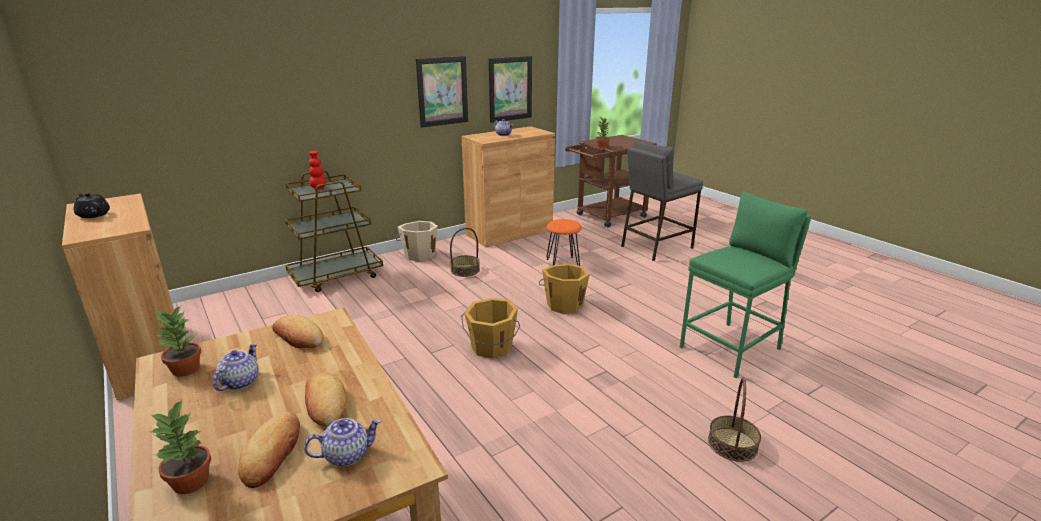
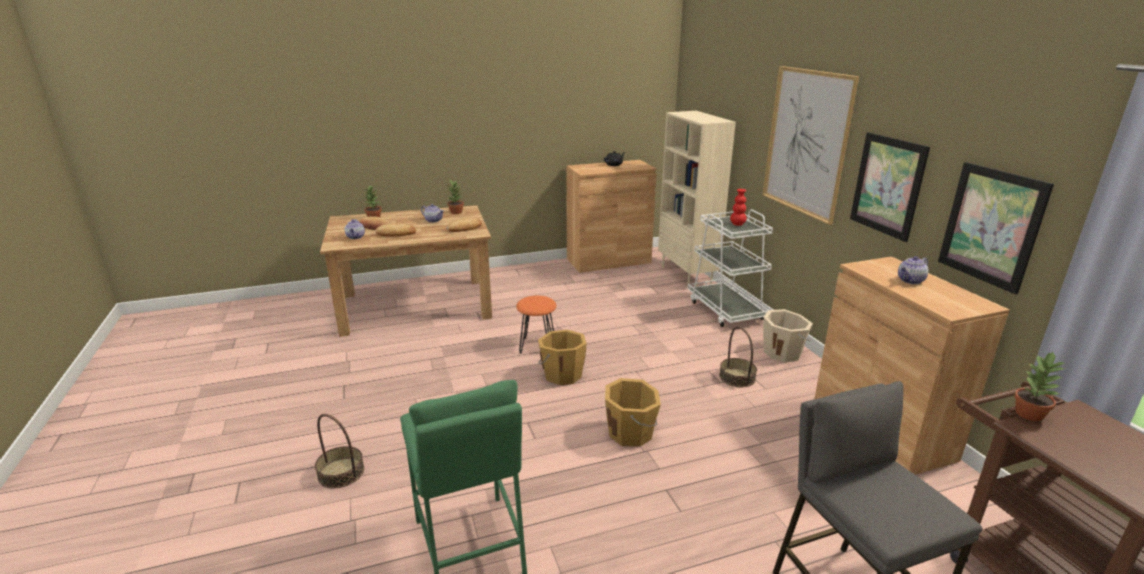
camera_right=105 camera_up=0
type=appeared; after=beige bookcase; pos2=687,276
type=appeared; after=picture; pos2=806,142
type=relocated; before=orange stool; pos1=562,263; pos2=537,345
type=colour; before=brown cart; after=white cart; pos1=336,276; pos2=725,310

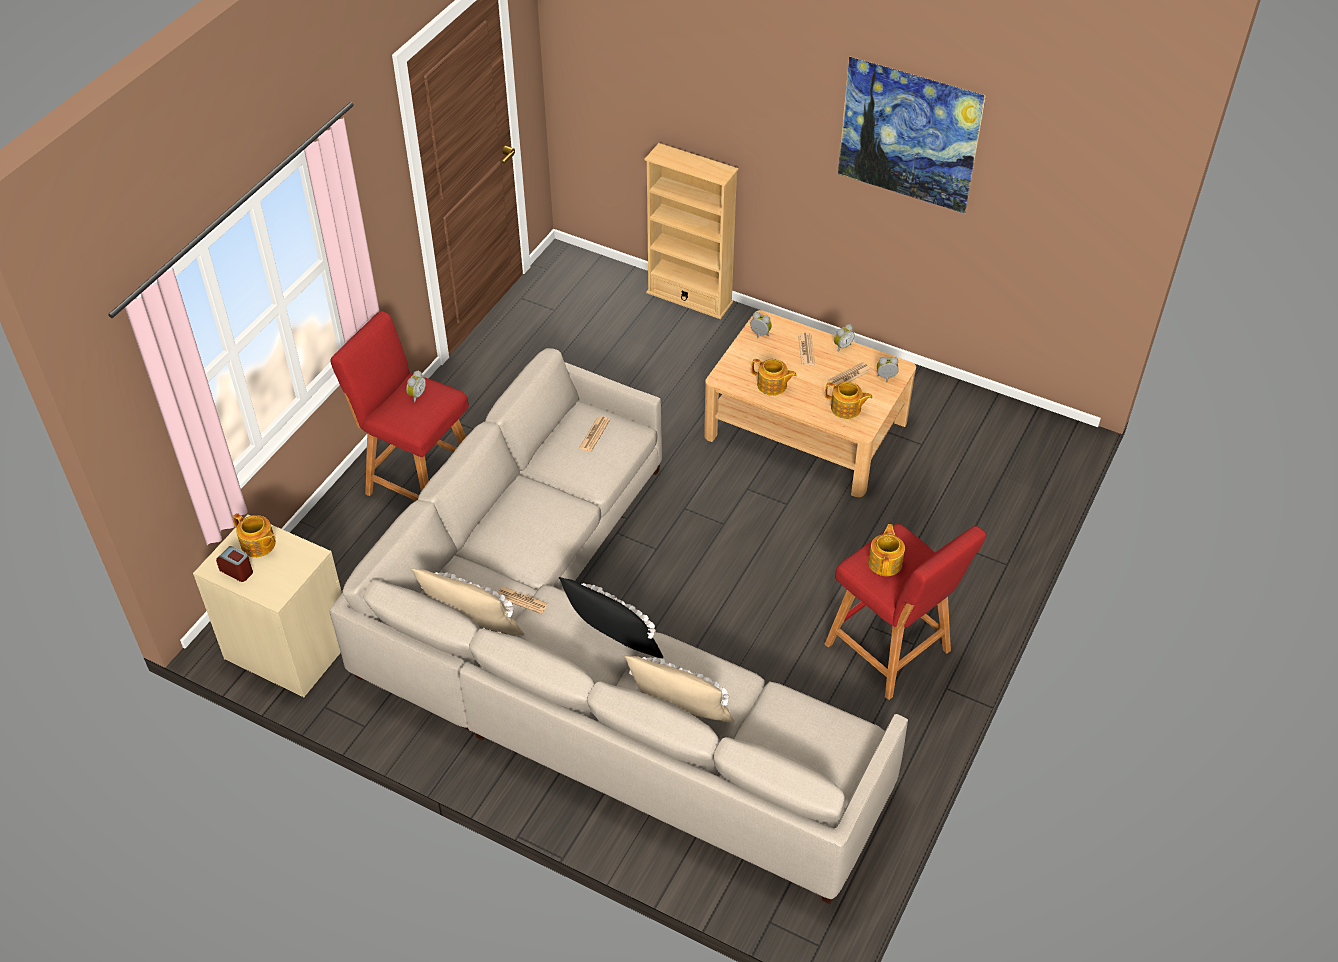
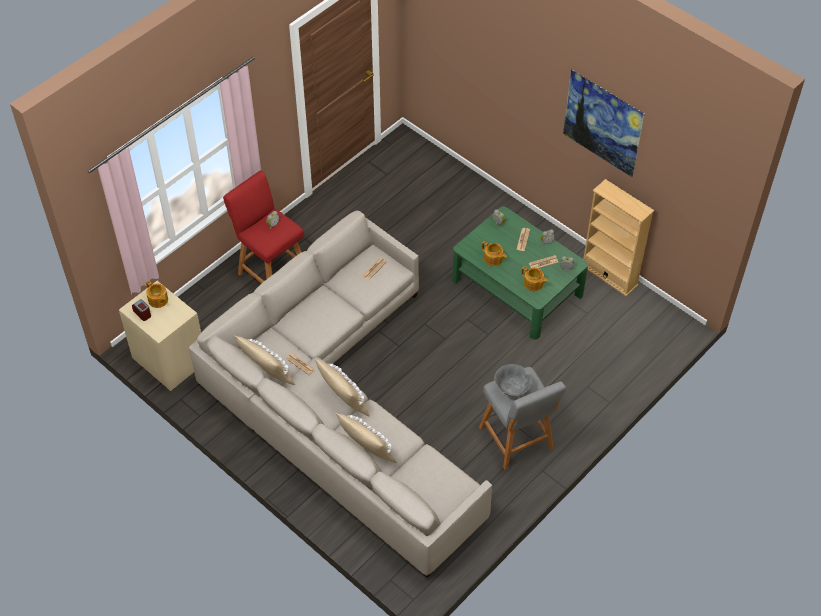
camera_right=15 camera_up=5
type=relocated; before=beige bookcase; pos1=689,297; pos2=609,275
type=exchanged; before=teapot; after=grey bowl; pos1=885,562; pos2=512,389
type=colour; before=black pillow; after=beige pillow; pos1=612,645; pos2=343,402
type=colour; before=beige coffee table; after=green coffee table; pos1=805,429; pos2=517,287
type=colour; before=red stool; after=grey stool; pos1=892,651; pos2=517,441

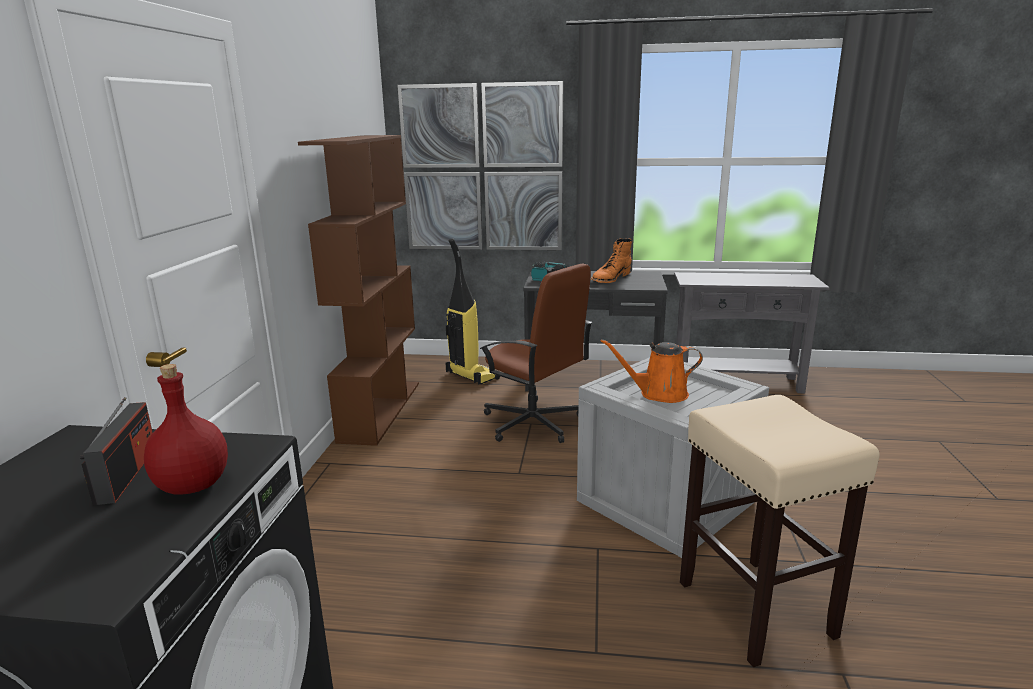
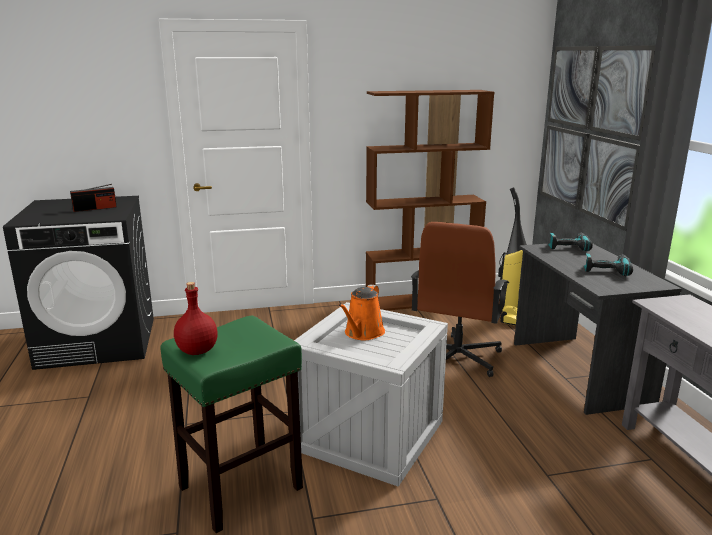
camera_right=70 camera_up=0
type=relocated; before=red bottle; pos1=192,486; pos2=196,351
type=exchanged; before=orange boot; after=power drill; pos1=610,278; pos2=607,269
type=colour; before=beige stool; after=green stool; pos1=753,607; pos2=242,487
type=spun; before=orange watering can; pos1=659,394; pos2=363,333; turn=-135

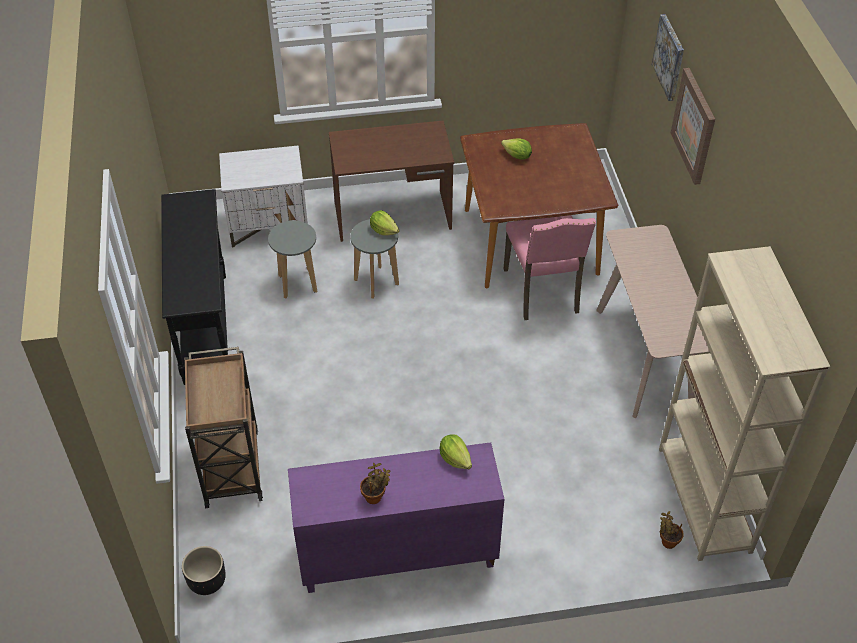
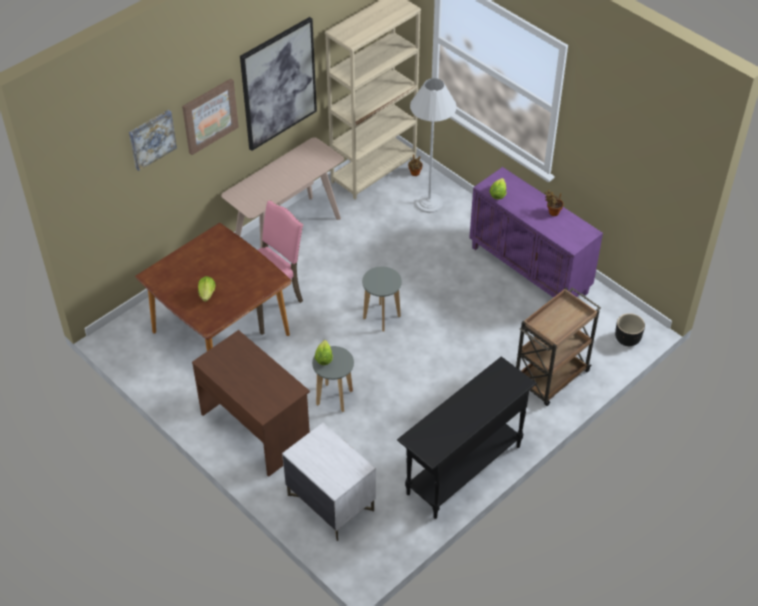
camera_right=-125 camera_up=0
type=appeared; after=picture; pos2=278,84
type=appeared; after=white floor lamp; pos2=429,203
type=relocated; before=grey stool; pos1=297,284; pos2=381,317

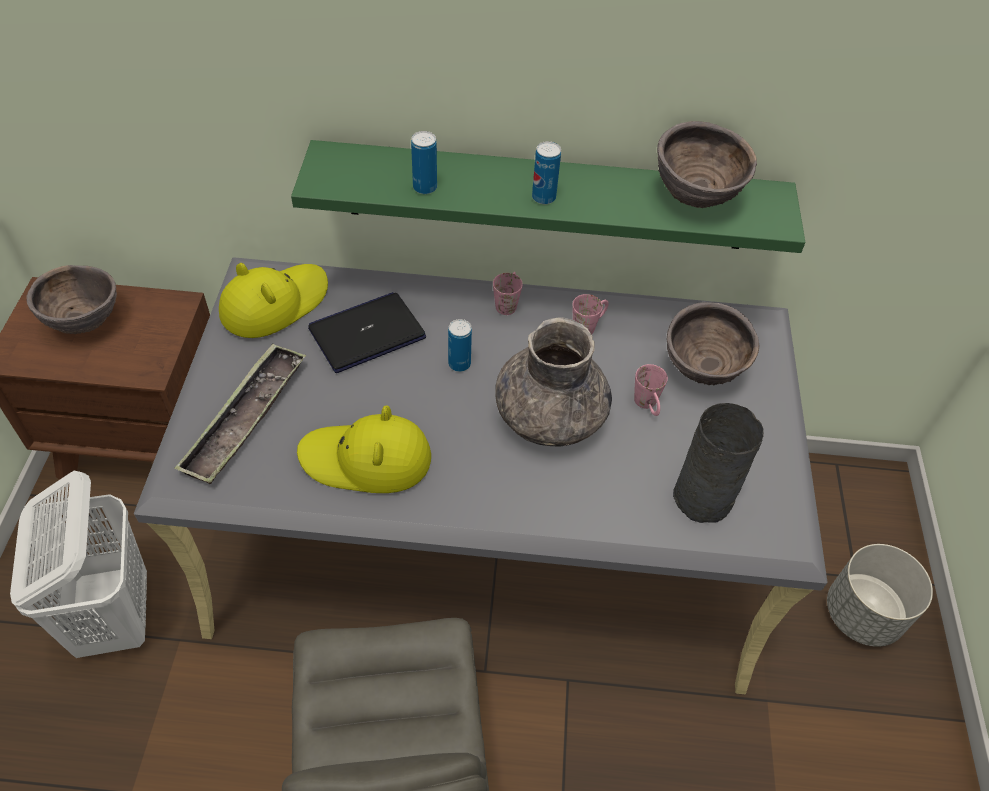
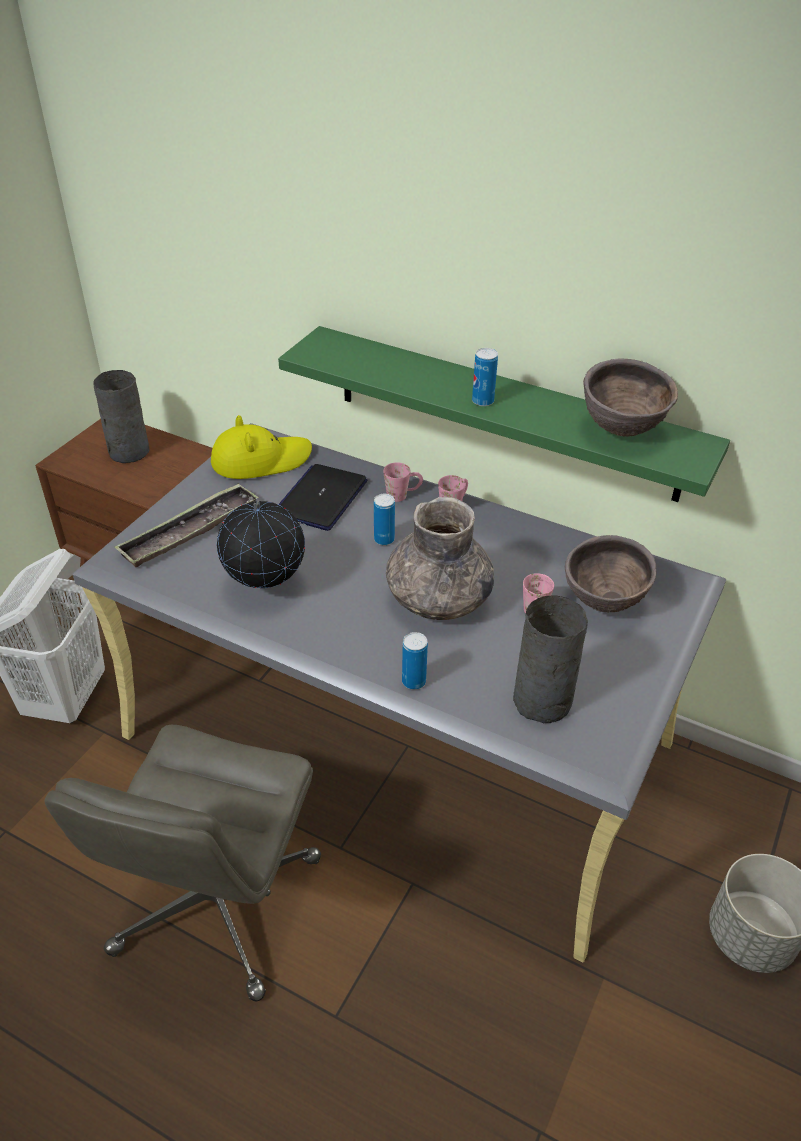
camera_right=25 camera_up=-10
type=relocated; before=can; pos1=425,187; pos2=413,681
type=relocated; before=pink mug; pos1=589,325; pos2=403,495
type=exchanged; before=brown bowl; after=grey vase; pos1=85,323; pos2=128,452
type=exchanged; before=yellow hat; after=globe; pos1=366,459; pos2=265,586
type=spun; before=laptop; pos1=367,333; pos2=321,498; turn=-60

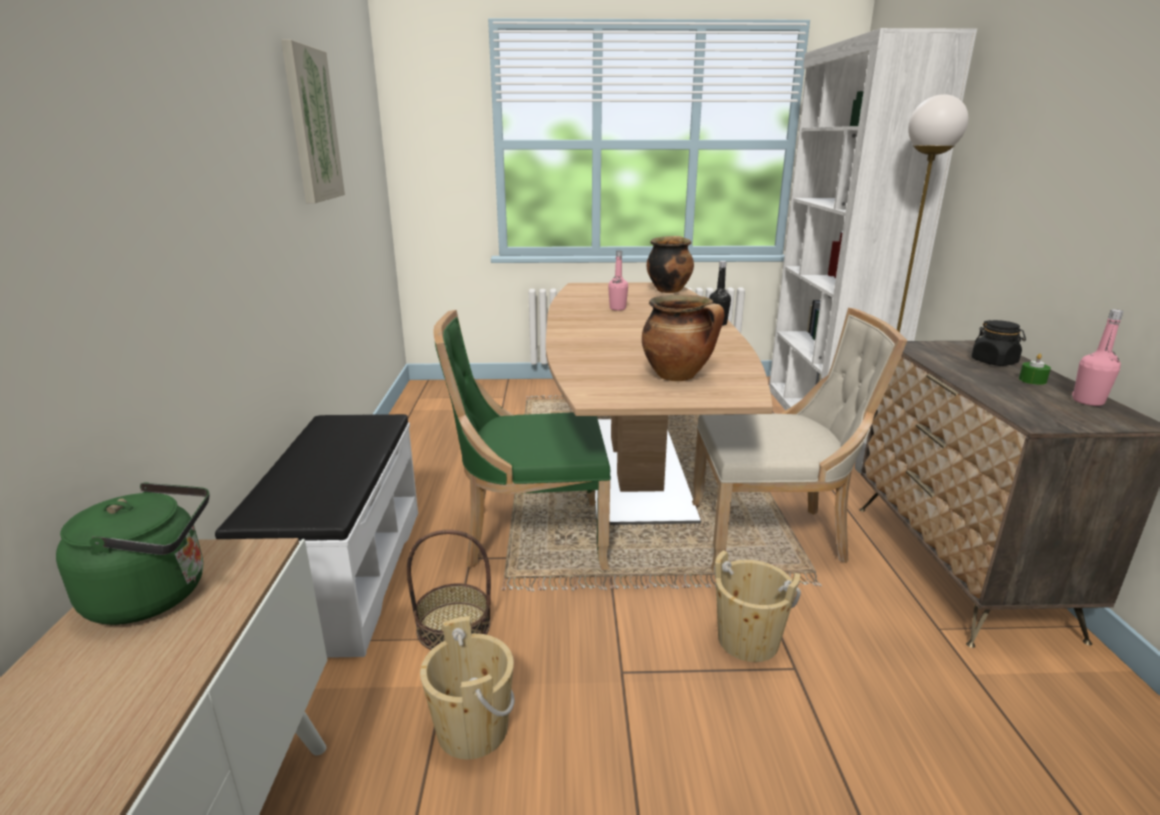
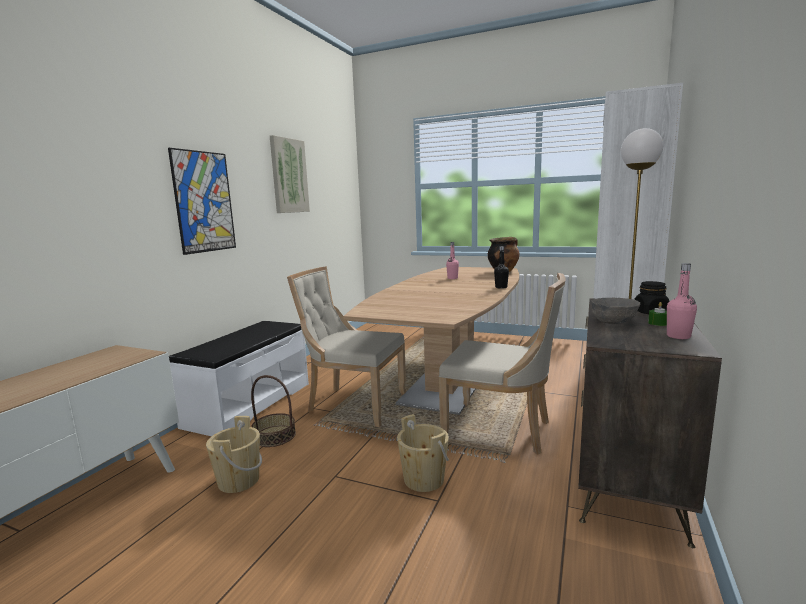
camera_right=25 camera_up=-10
type=missing; before=green kettle; pos1=156,594
type=missing; before=cooking pot; pos1=678,376
type=appeared; after=picture; pos2=204,202
type=appeared; after=grey bowl; pos2=613,322
type=colour; before=green chair; after=beige chair; pos1=530,537; pos2=353,404

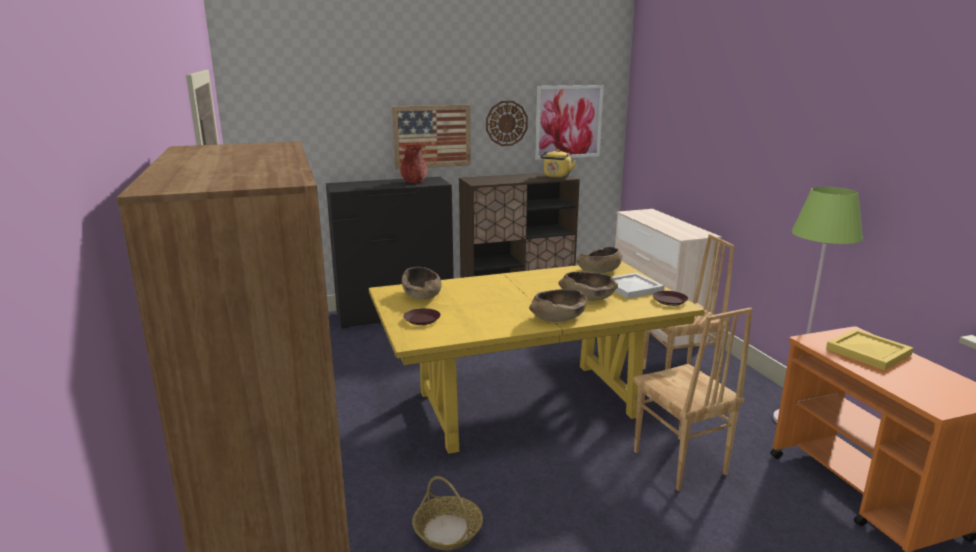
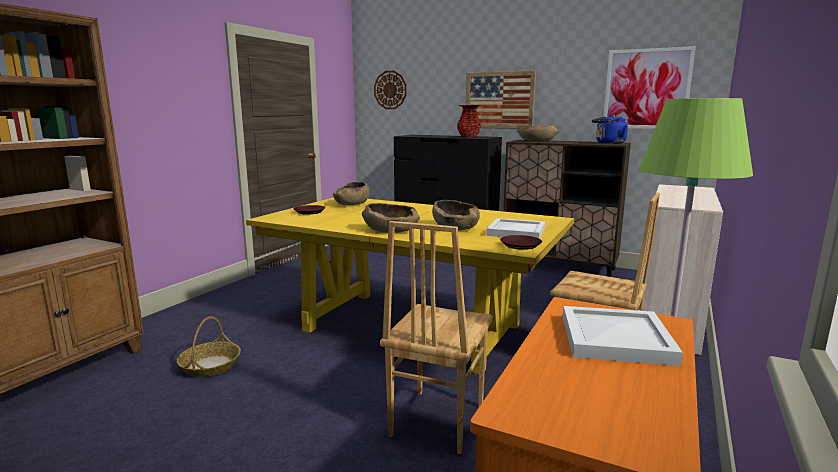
camera_right=45 camera_up=-5
type=relocated; before=wall clock; pos1=506,123; pos2=390,90
type=relocated; before=brown bowl; pos1=598,270; pos2=536,141
type=colour; before=yellow kettle; after=blue kettle; pos1=556,176; pos2=609,143
type=colour; before=yellow tray; after=white tray; pos1=869,352; pos2=617,340

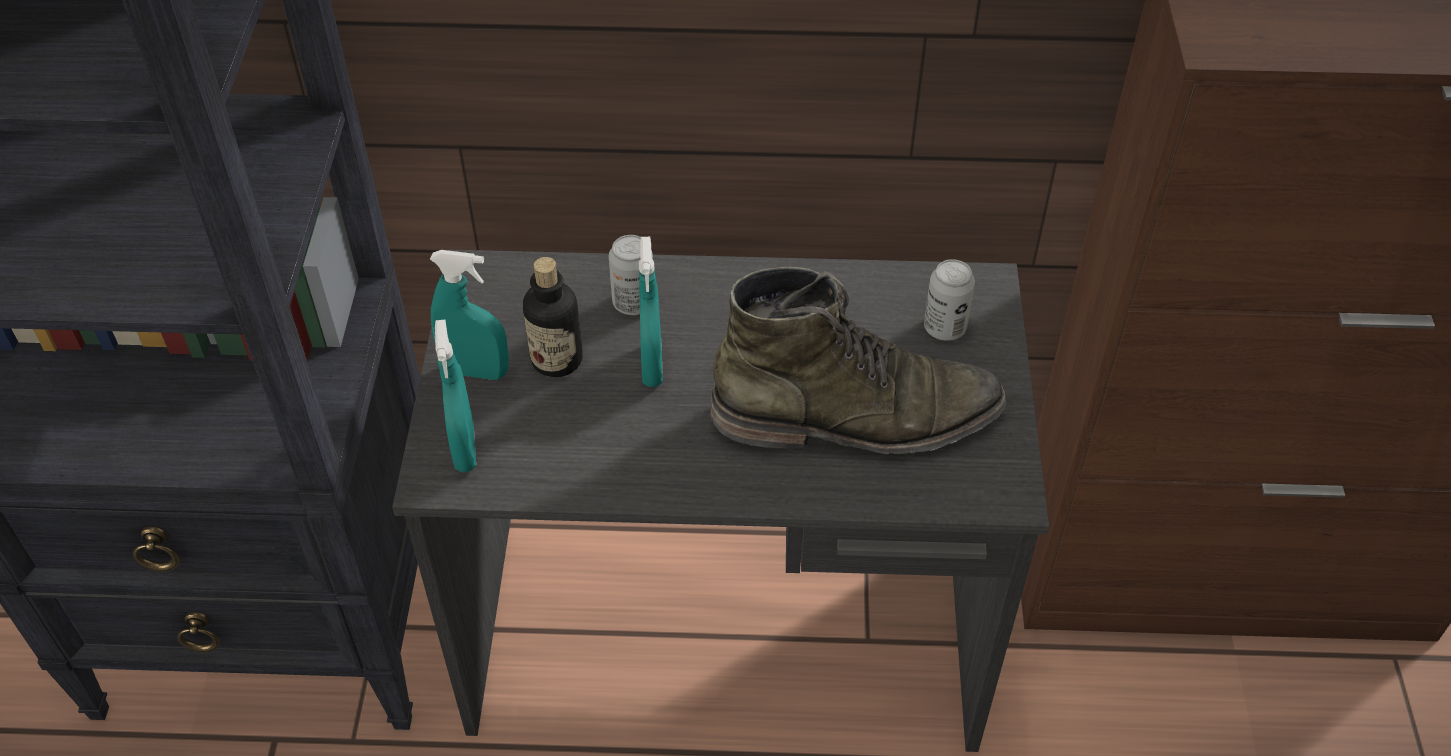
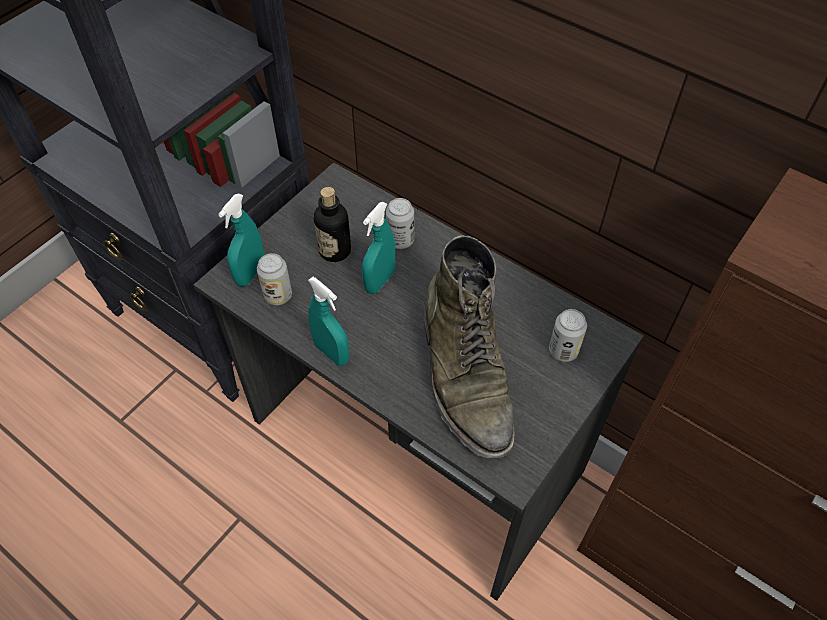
camera_right=35 camera_up=5
type=appeared; after=can; pos2=278,295
type=relocated; before=turquoise spray bottle; pos1=476,371; pos2=331,352
type=spun; before=green boot; pos1=857,417; pos2=465,374; turn=45

